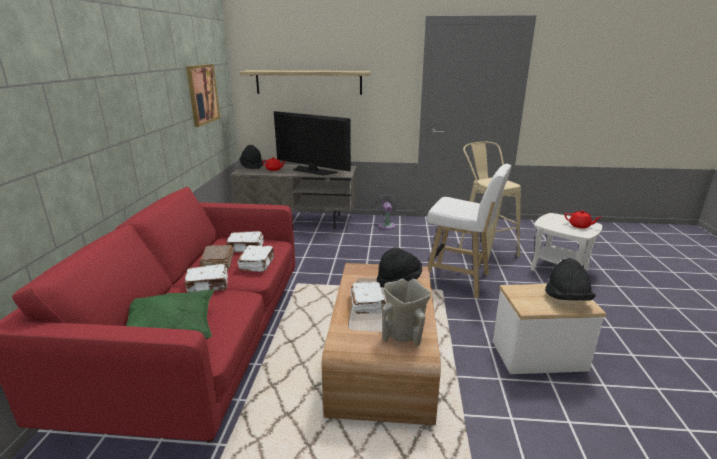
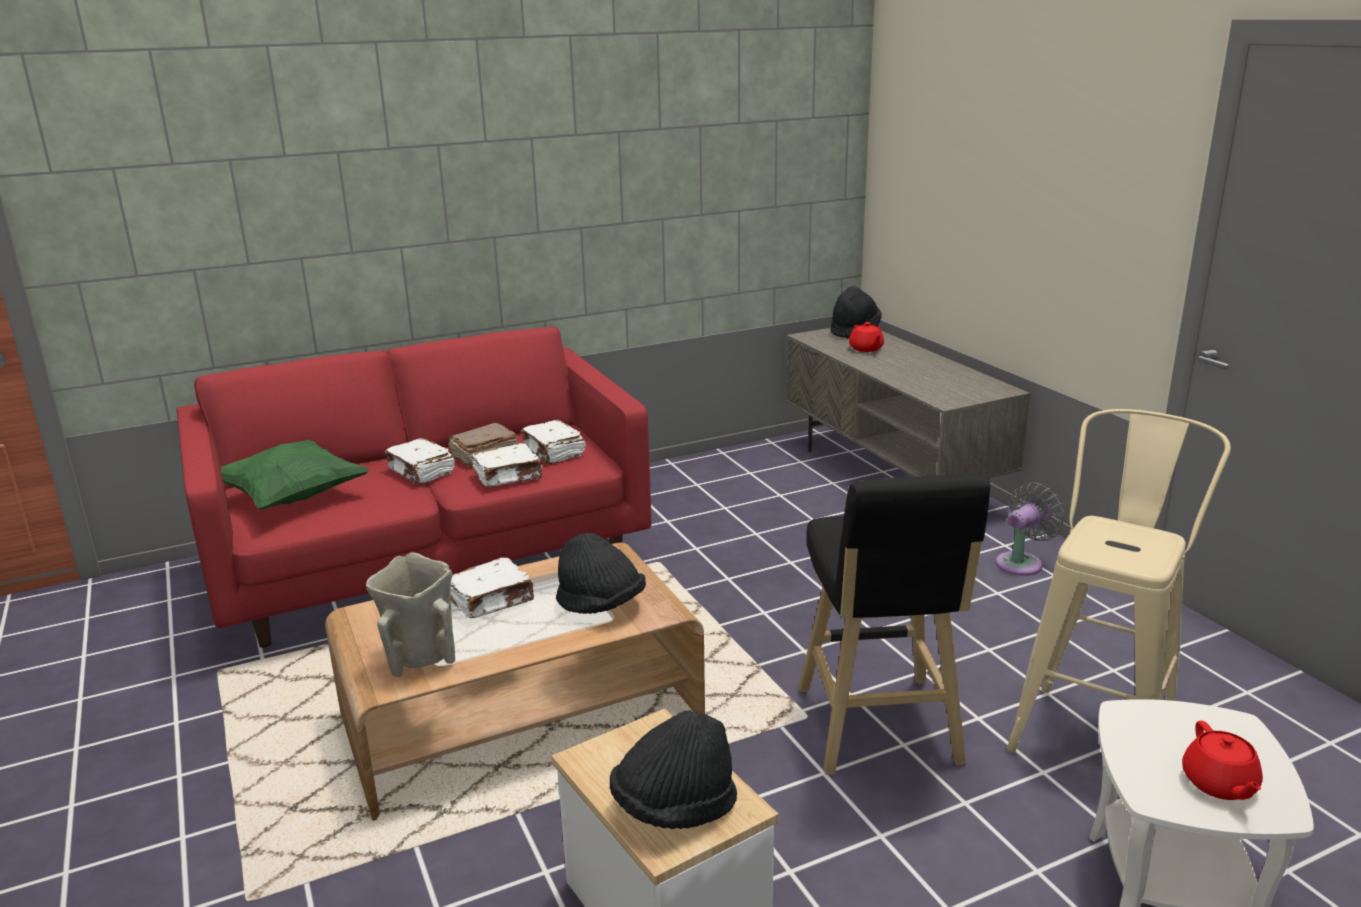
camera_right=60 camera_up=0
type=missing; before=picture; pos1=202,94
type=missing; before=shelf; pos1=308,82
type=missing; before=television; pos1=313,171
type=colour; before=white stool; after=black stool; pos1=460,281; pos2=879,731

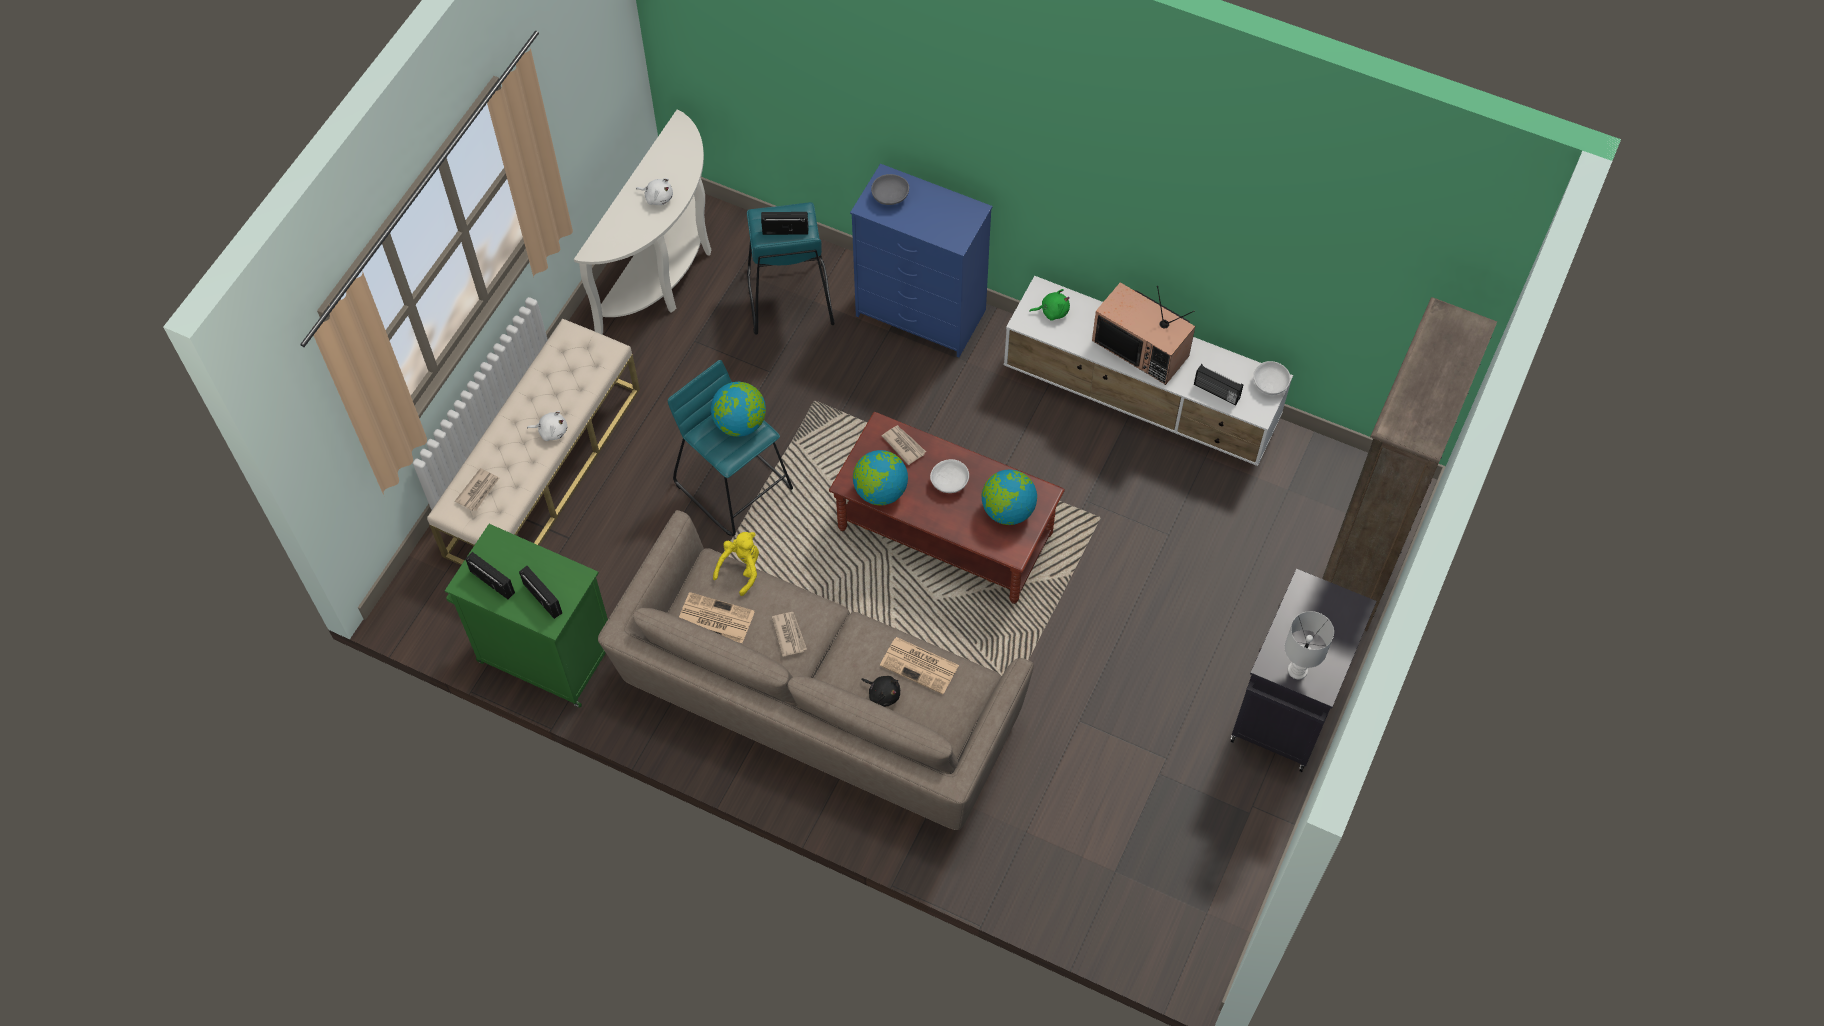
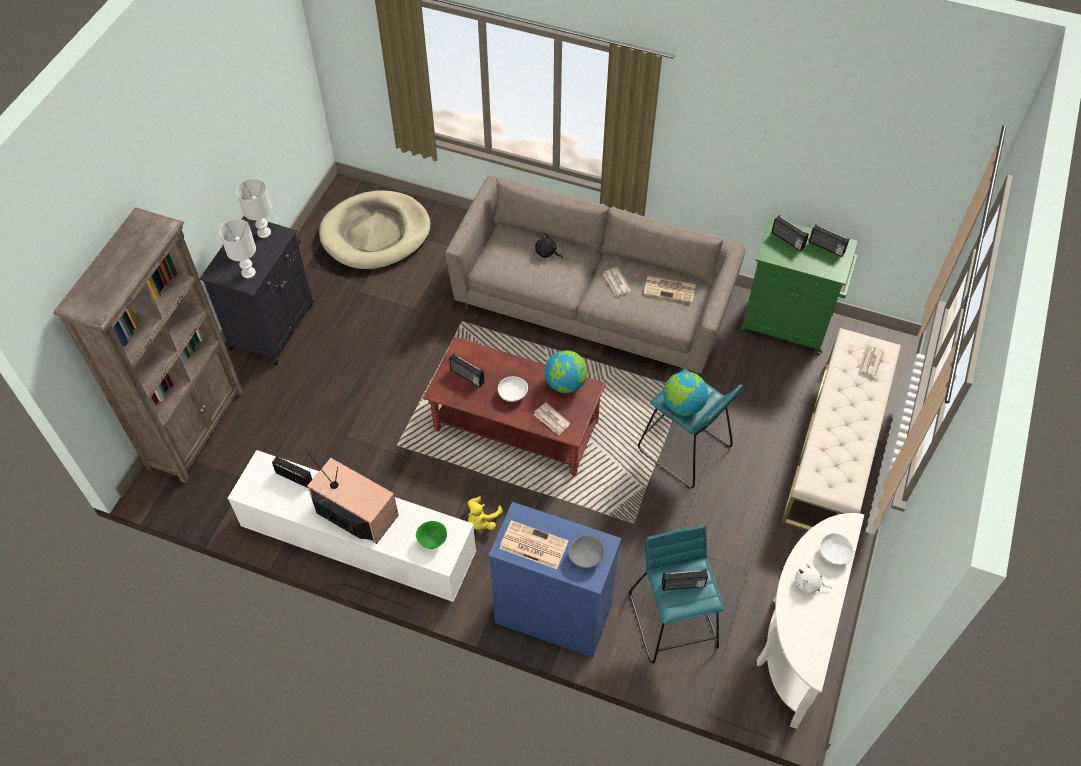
camera_right=175 camera_up=-5
type=missing; before=white plush toy; pos1=551,431
type=appeared; after=white table lamp; pos2=249,272
type=appeared; after=beige dog bed; pos2=376,234
type=relocated; before=yellow plush toy; pos1=741,568; pos2=482,520
type=relocated; before=newspaper; pos1=920,665; pos2=532,545
type=relocated; before=white bowl; pos1=1270,384; pos2=833,554
type=exchanged; before=globe; after=radio; pos1=1007,510; pos2=466,376
type=exchanged; before=green plush toy; after=green bowl; pos1=1052,311; pos2=432,541

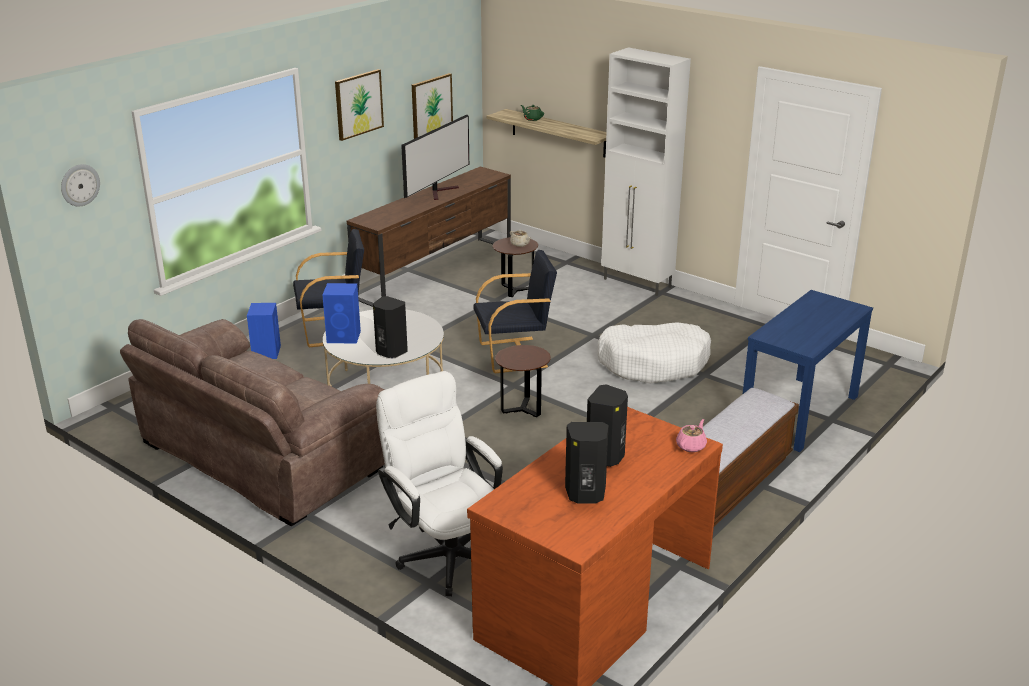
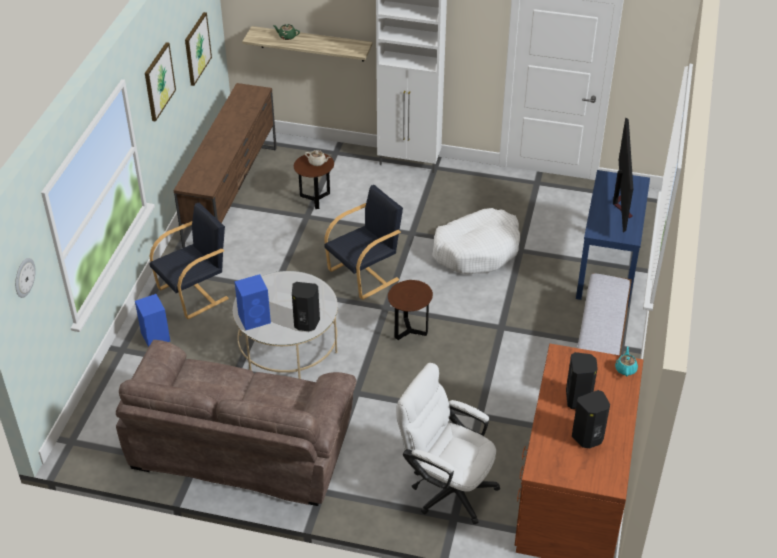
camera_right=-25 camera_up=15
type=relocated; before=television; pos1=440,191; pos2=621,203
type=colour; before=pink teapot; after=turquoise teapot; pos1=691,446; pos2=625,369

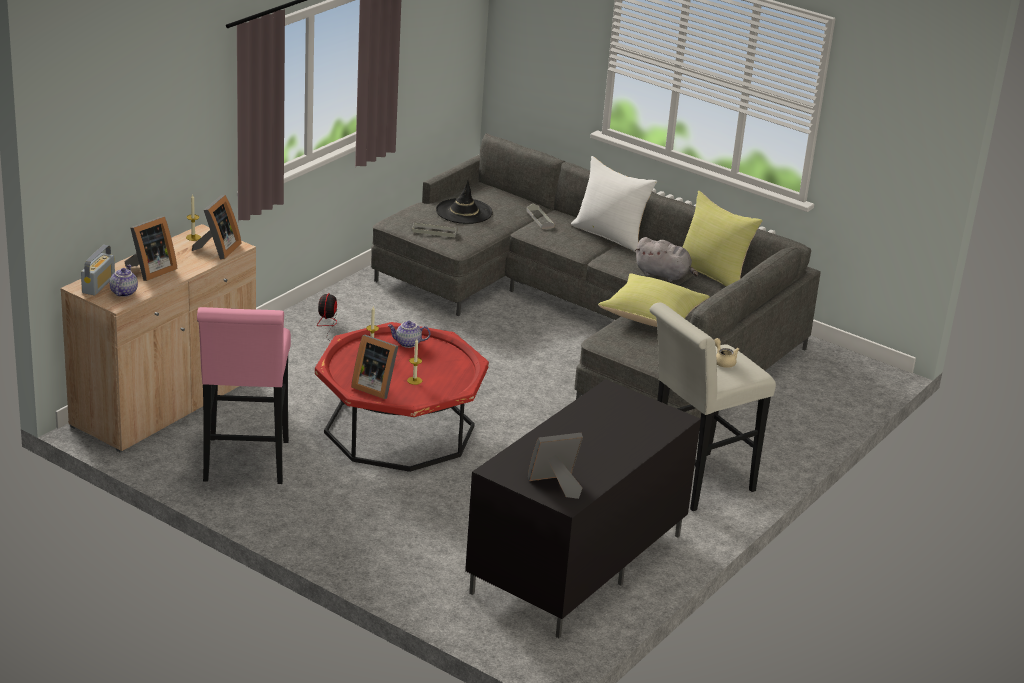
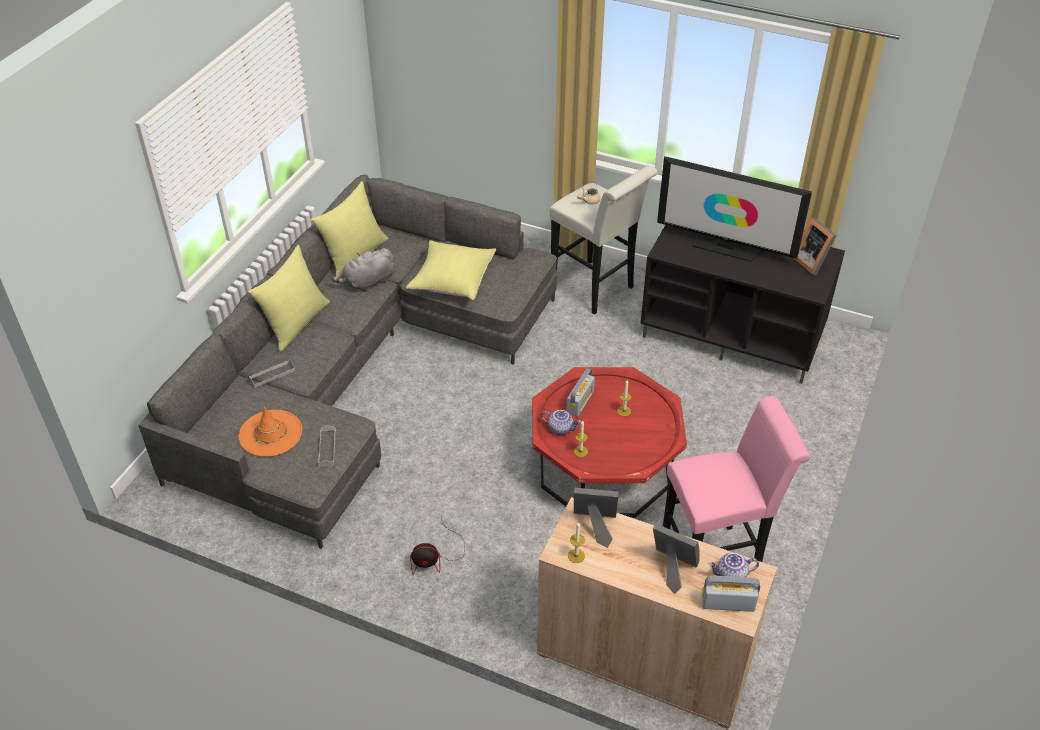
camera_right=-100 camera_up=15
type=missing; before=picture frame; pos1=375,387
type=appeared; after=radio; pos2=580,402
type=appeared; after=television; pos2=725,246
type=colour; before=black hat; after=orange hat; pos1=464,211; pos2=270,434
type=colour; before=white pillow; after=yellow pillow; pos1=610,235; pos2=296,323
type=spun; before=teapot; pos1=408,343; pos2=561,428; turn=-60
type=spun; before=grey plush toy; pos1=664,275; pos2=368,282; turn=-135

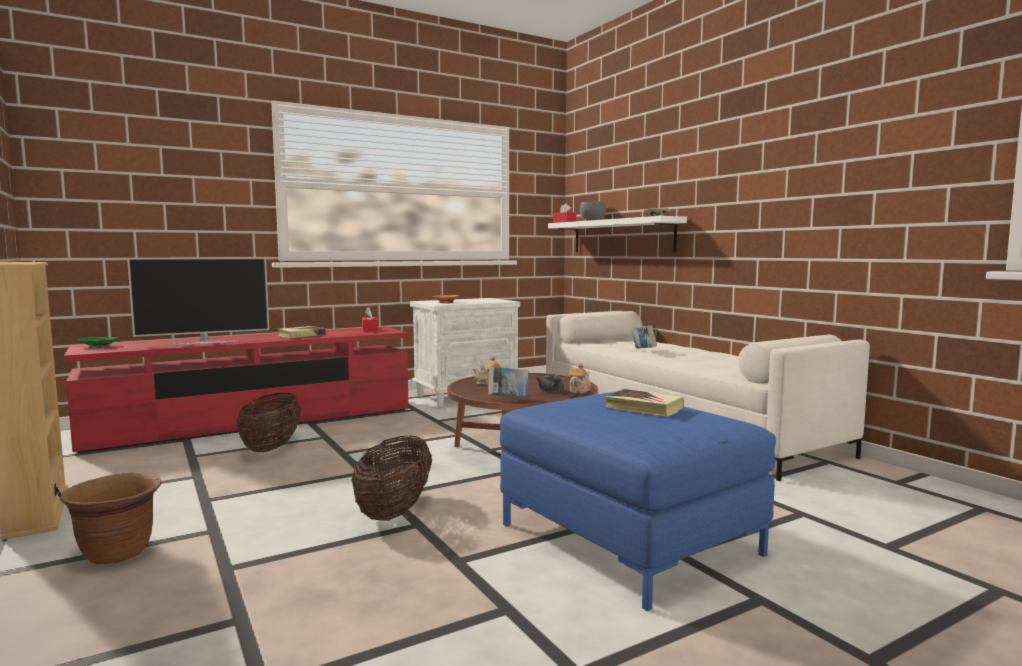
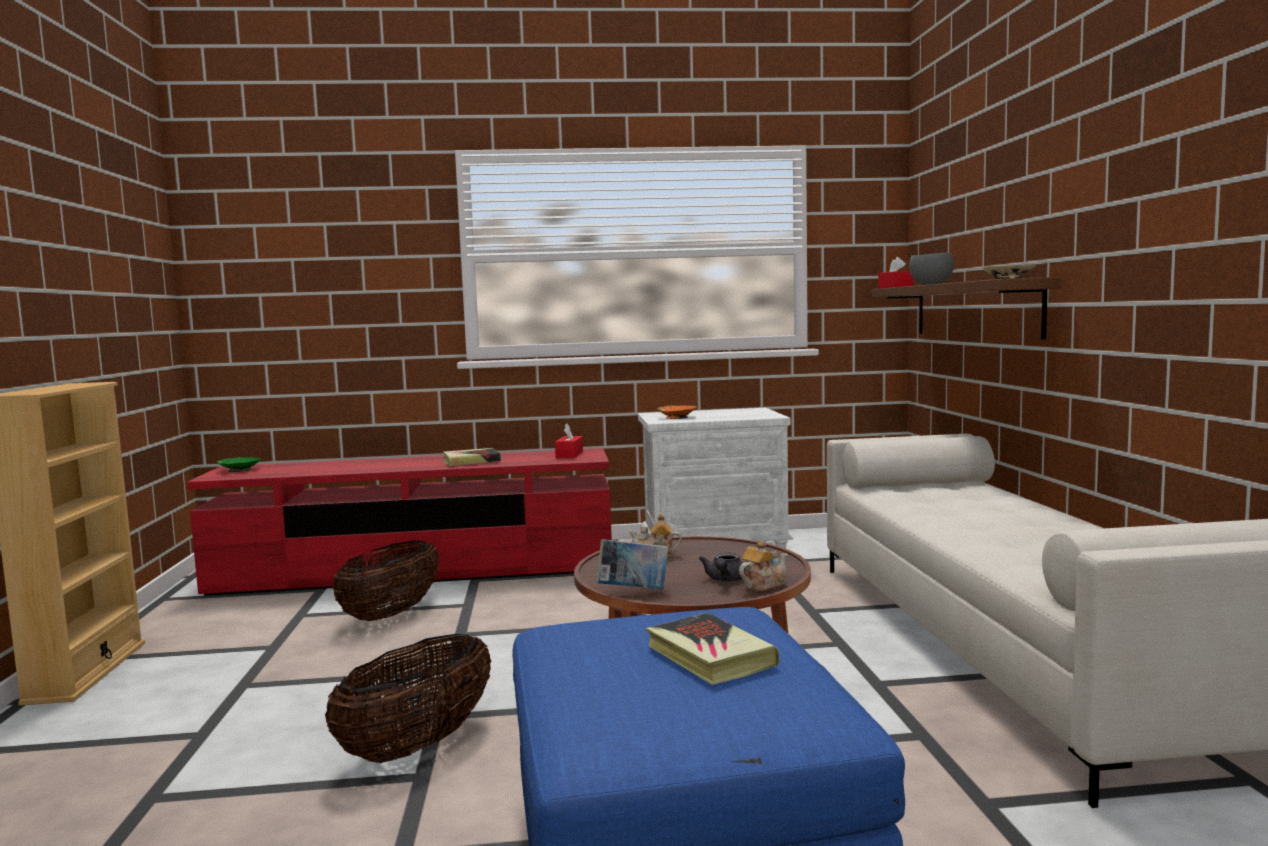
camera_right=25 camera_up=0
type=missing; before=brown planter; pos1=118,553
type=missing; before=television; pos1=204,343
type=missing; before=book; pos1=643,350
type=colour; before=white shelf; after=brown shelf; pos1=621,236; pos2=974,309

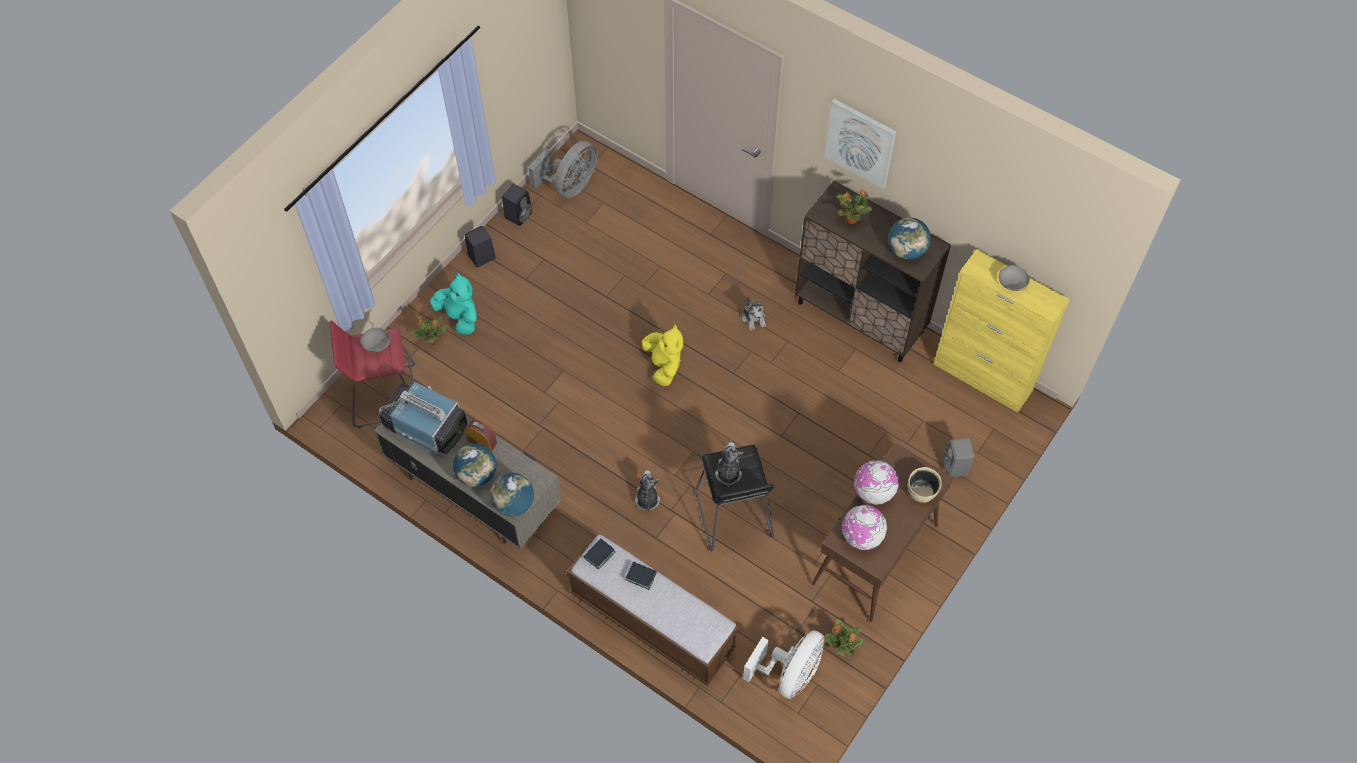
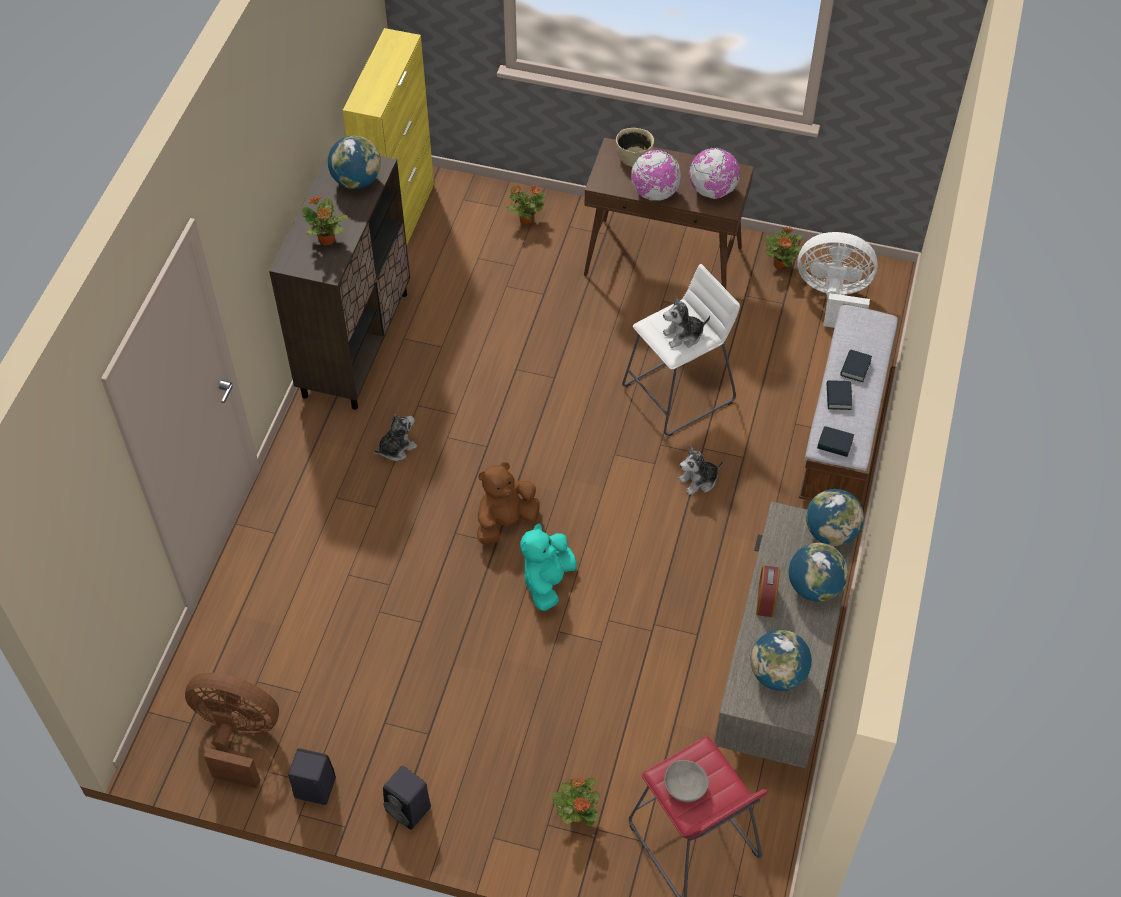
camera_right=-110 camera_up=-5
type=missing; before=picture; pos1=860,142
type=missing; before=grey bowl; pos1=1012,283
type=appeared; after=book; pos2=855,368
type=relocated; before=turquoise plush toy; pos1=459,317; pos2=547,581
type=exchanged; before=television; after=globe; pos1=425,426; pos2=777,674
type=exchanged; before=grey speaker; after=potted plant; pos1=955,467; pos2=526,220
type=colour; before=grey fan; after=brown fan; pos1=570,186; pos2=238,737
type=colour; before=yellow plush toy; after=brown plush toy; pos1=664,365; pos2=505,521
type=colour; before=black stool; after=white stool; pos1=733,515; pos2=678,393

